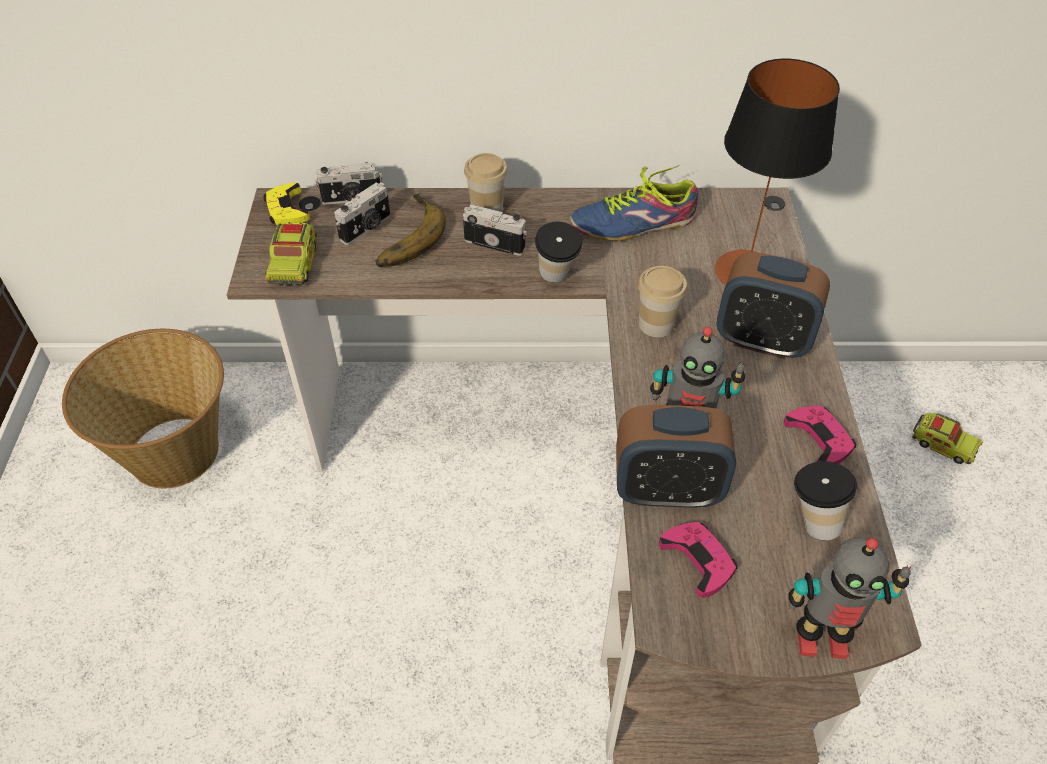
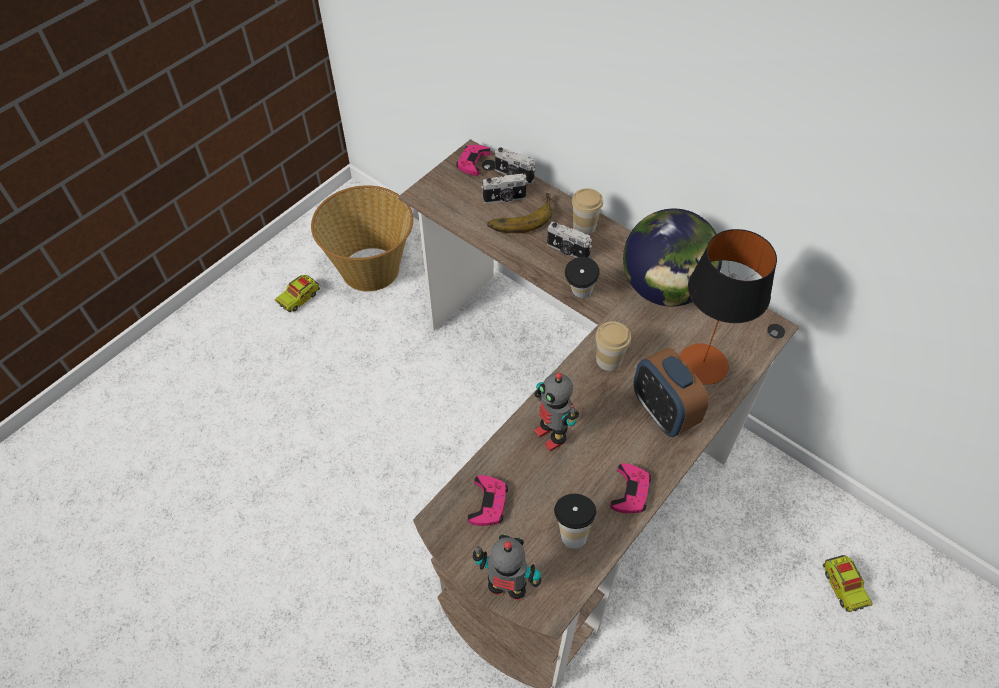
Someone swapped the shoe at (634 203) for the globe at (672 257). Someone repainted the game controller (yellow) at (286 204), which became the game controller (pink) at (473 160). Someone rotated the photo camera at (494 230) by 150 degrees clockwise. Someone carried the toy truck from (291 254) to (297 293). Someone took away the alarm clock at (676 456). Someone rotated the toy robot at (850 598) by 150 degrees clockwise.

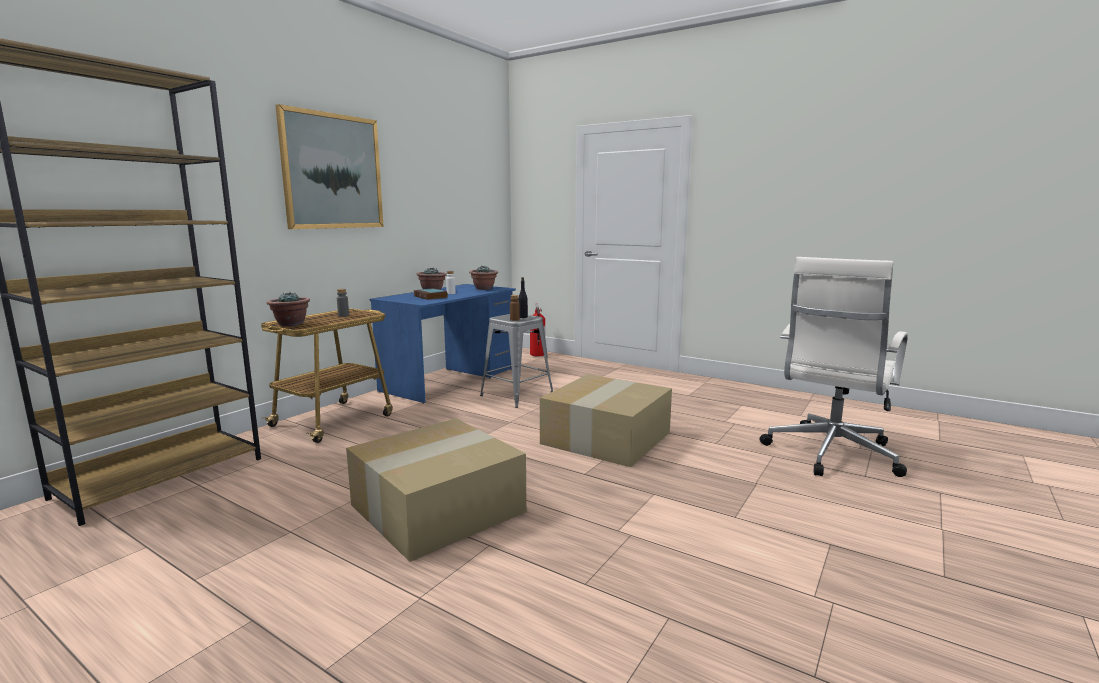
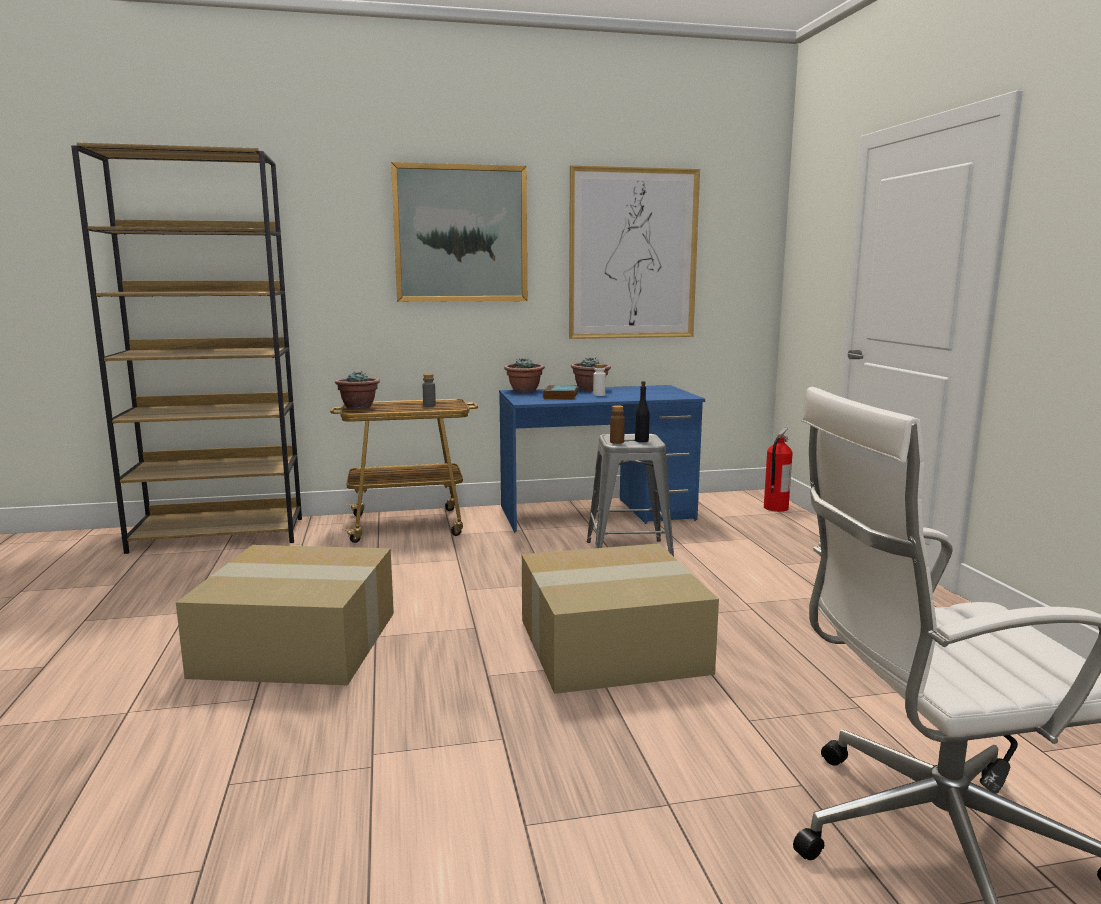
Someone carried the potted plant from (483 278) to (524 375). Someone put up the picture at (634 252).

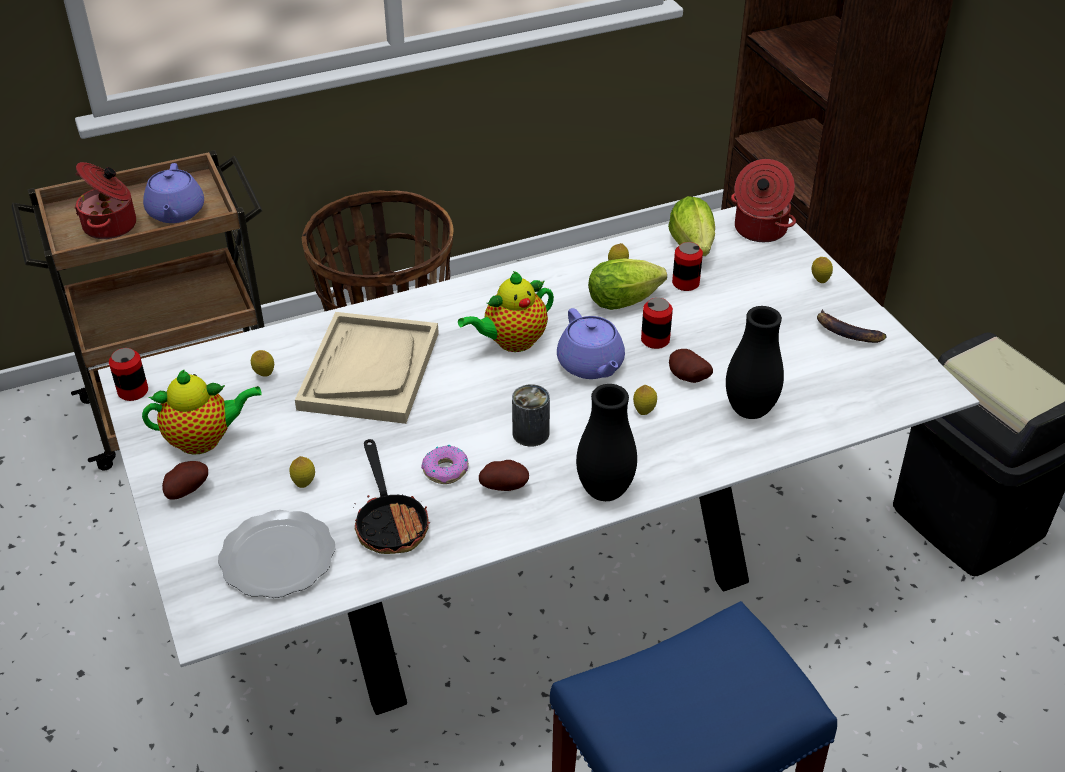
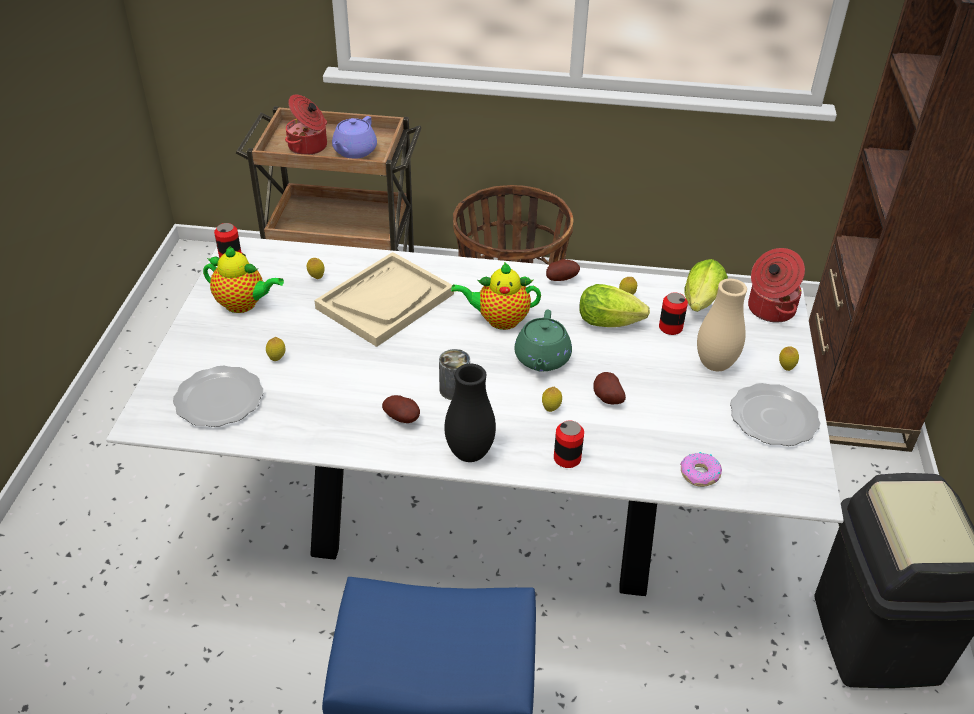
Someone carried the can from (657 323) to (569 444). Someone took away the vase (black) at (755 362). Someone repainted the teapot (purple) at (591 343), which became the teapot (green) at (543 340). Someone swapped the banana at (852 326) for the plate at (775 414). Someone took away the frying pan at (391 496). Someone carried the donut from (445 464) to (701 469). Someone carried the potato from (185 480) to (563 270). Someone put down the vase (beige) at (722 325).

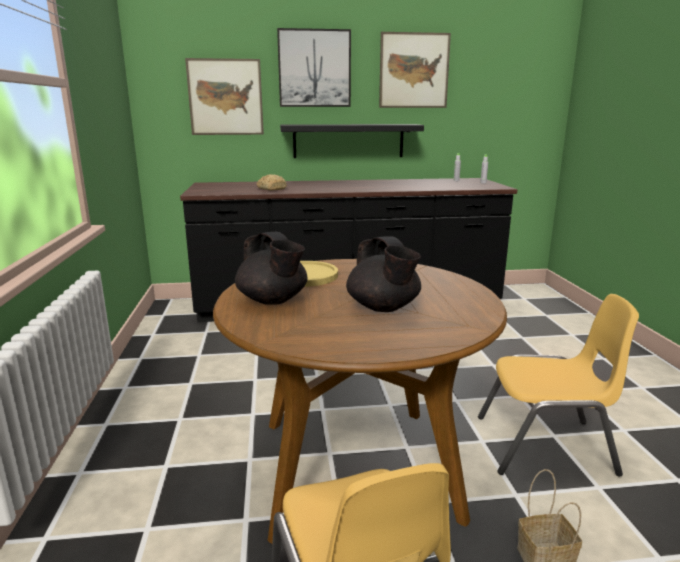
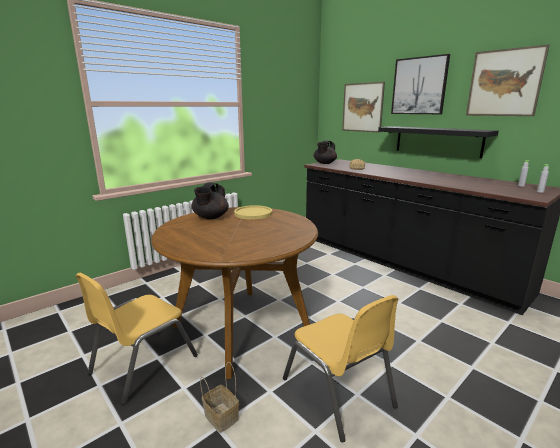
Someone carried the teapot (black) from (383 274) to (325 152).

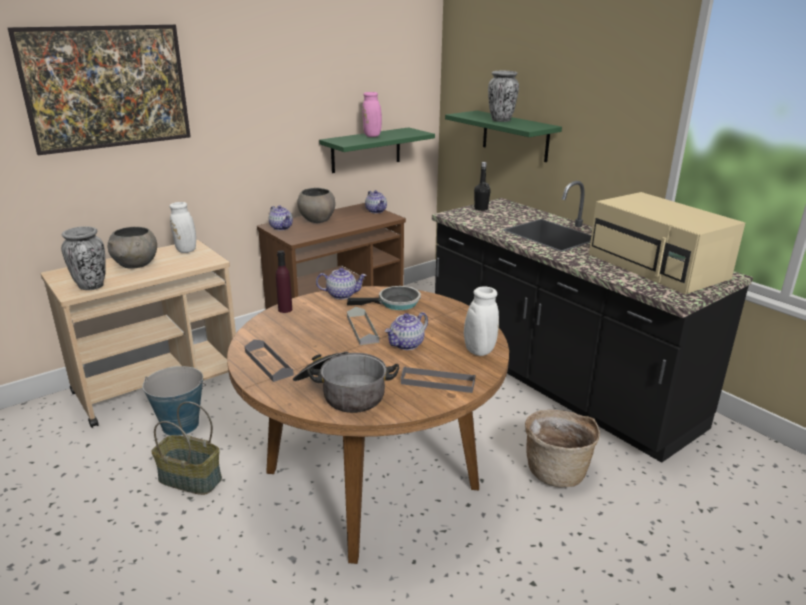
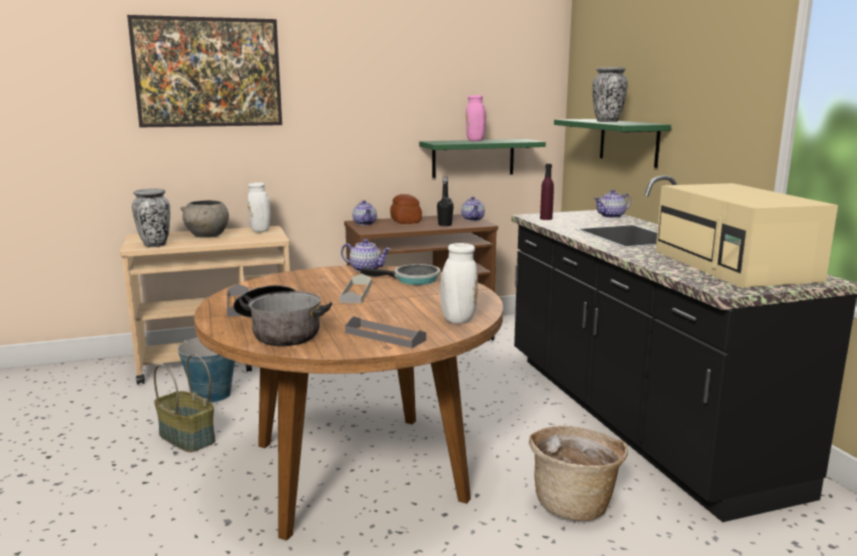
Someone carried the bottle (black) from (482 186) to (445 201). Someone swapped the bowl (grey) at (316 205) for the bread at (406 209). Someone carried the bottle (purple) from (284 281) to (547 191). Someone carried the teapot from (406 331) to (612 204).

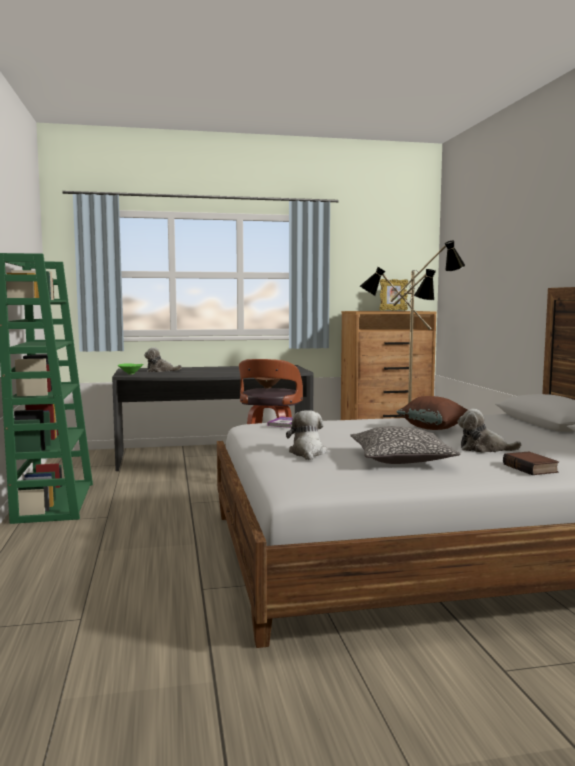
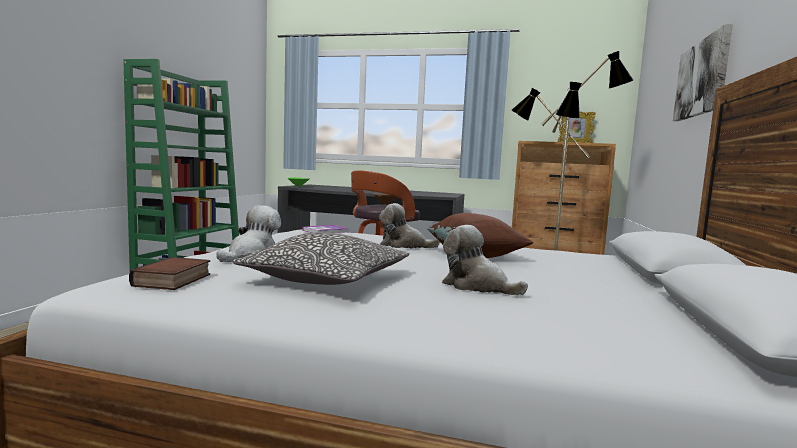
Someone carried the plush toy from (163 359) to (409 225). Someone carried the book from (531 463) to (169 273). Someone put up the picture at (703 72).

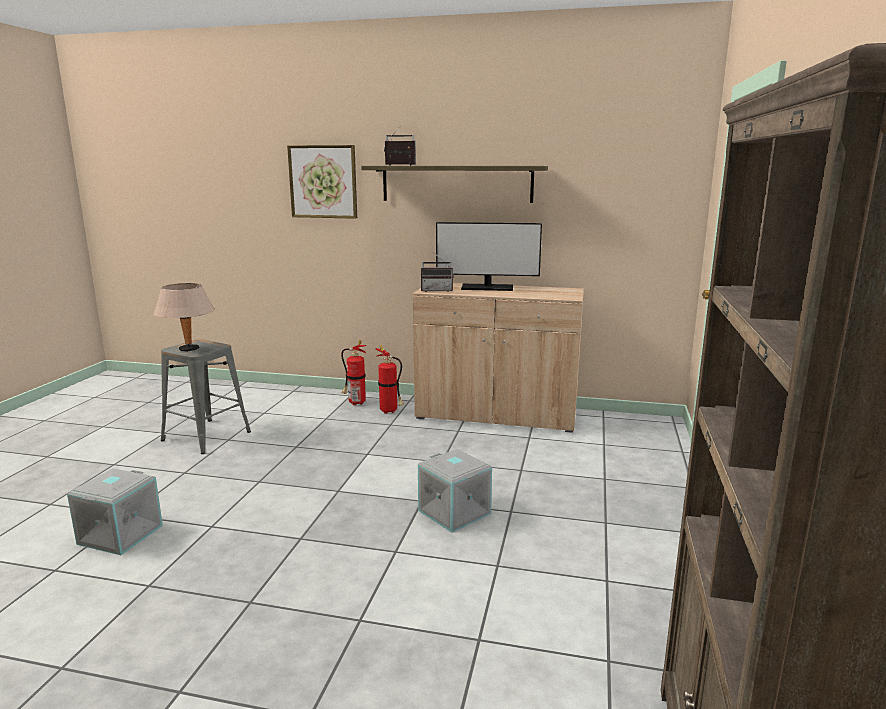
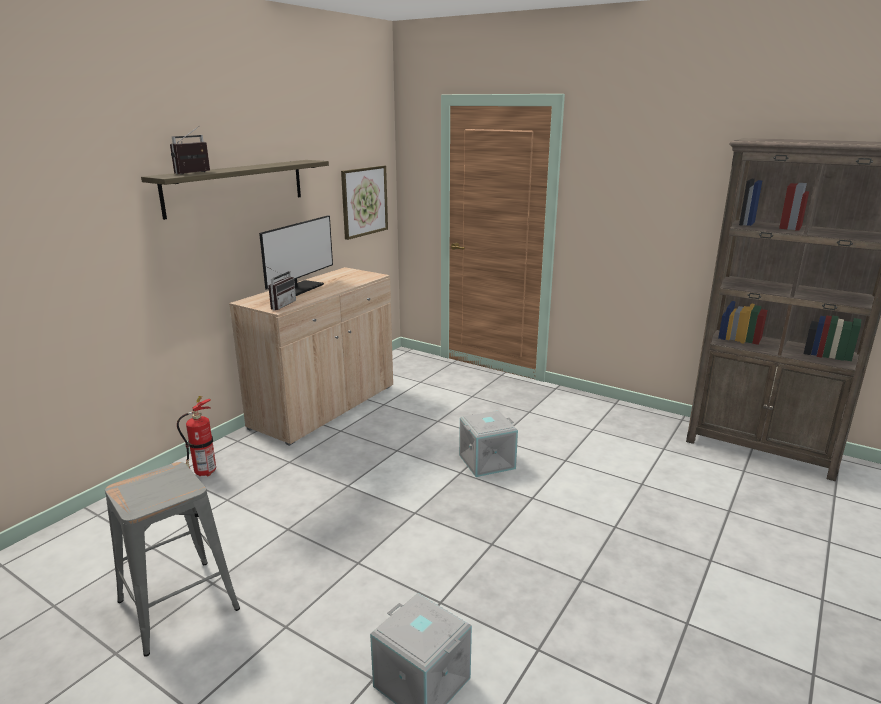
Someone carried the picture from (322 182) to (364 202). Someone took away the table lamp (beige) at (184 317). Someone took away the fire extinguisher at (389 379).

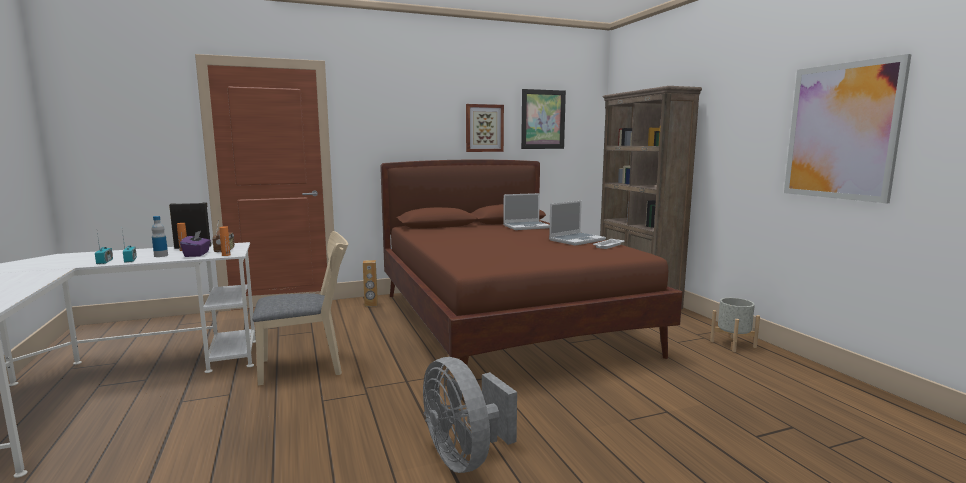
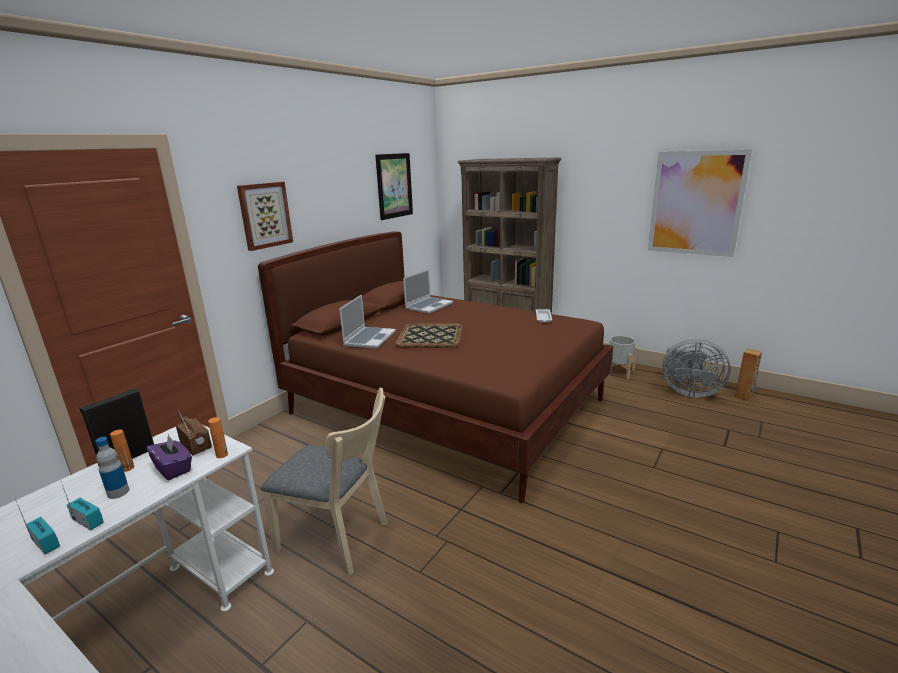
Someone carried the picture from (485 128) to (265 216). Someone carried the laptop from (577 223) to (367 322). Someone rotated the chair (beige) at (300 308) by 75 degrees clockwise. Someone carried the speaker (brown) from (370 283) to (748 375). Someone carried the fan (grey) from (470 415) to (696 368). Someone put down the tray at (429 336).

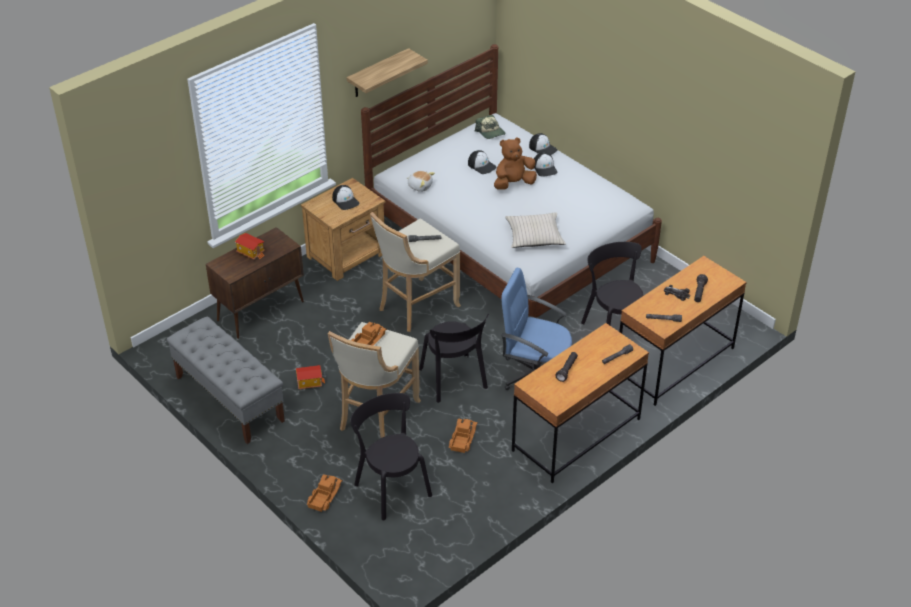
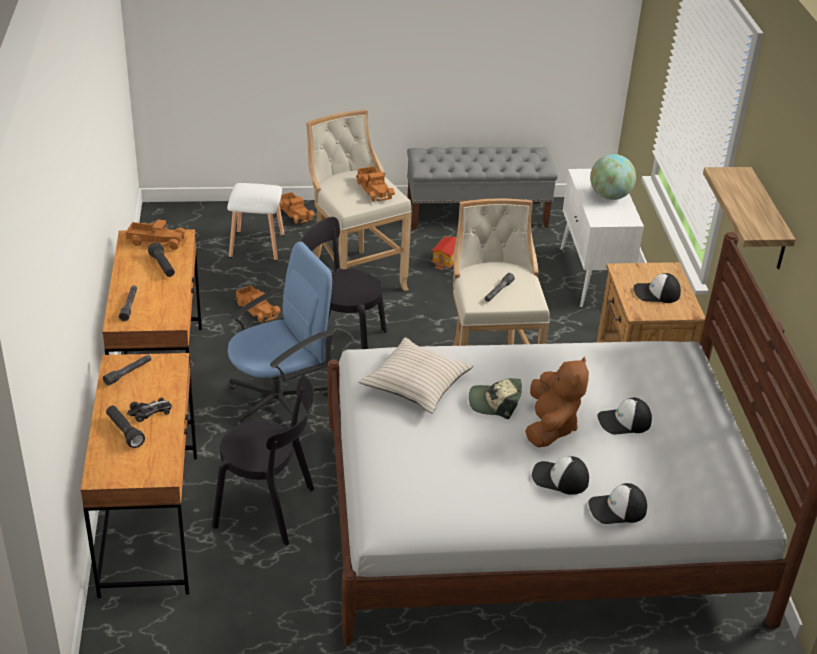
Someone carried the cap from (490 127) to (495 398). Someone took away the plush toy at (421 181). Someone repainted the cabinet (brown) at (255 283), which became the cabinet (white) at (602 238). Someone swapped the toy house at (250 246) for the globe at (613 177). Someone swapped the chair (black) at (391 456) for the stool (white) at (255 222). Someone put down the toy truck at (156 234).

